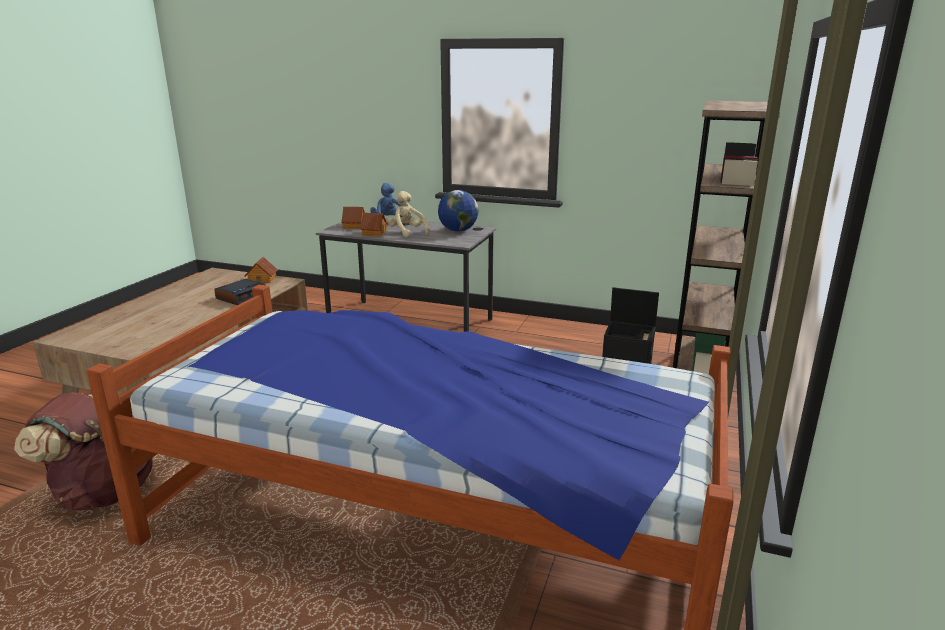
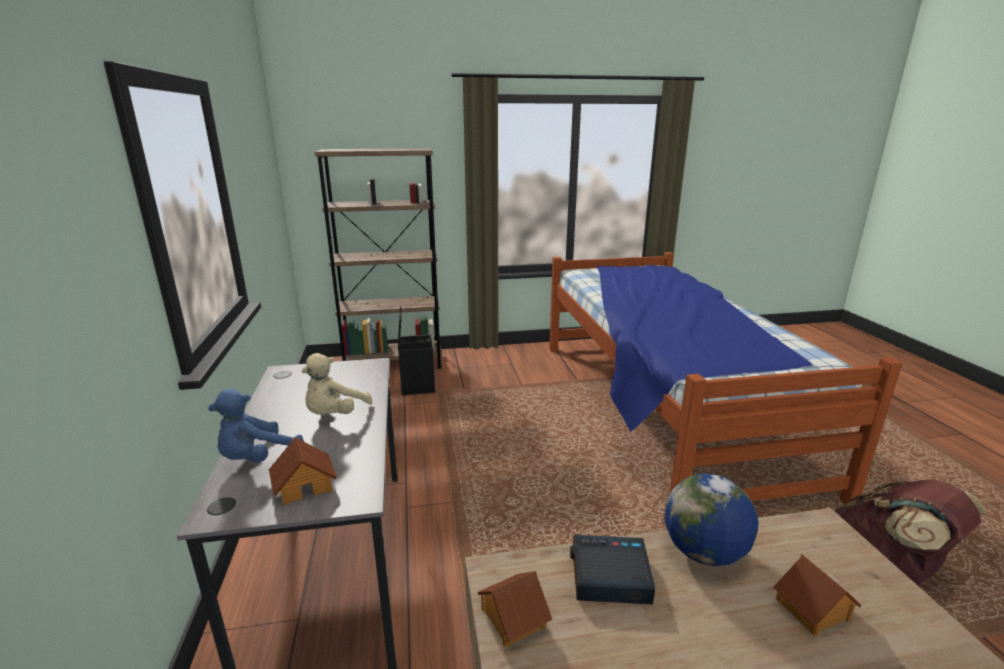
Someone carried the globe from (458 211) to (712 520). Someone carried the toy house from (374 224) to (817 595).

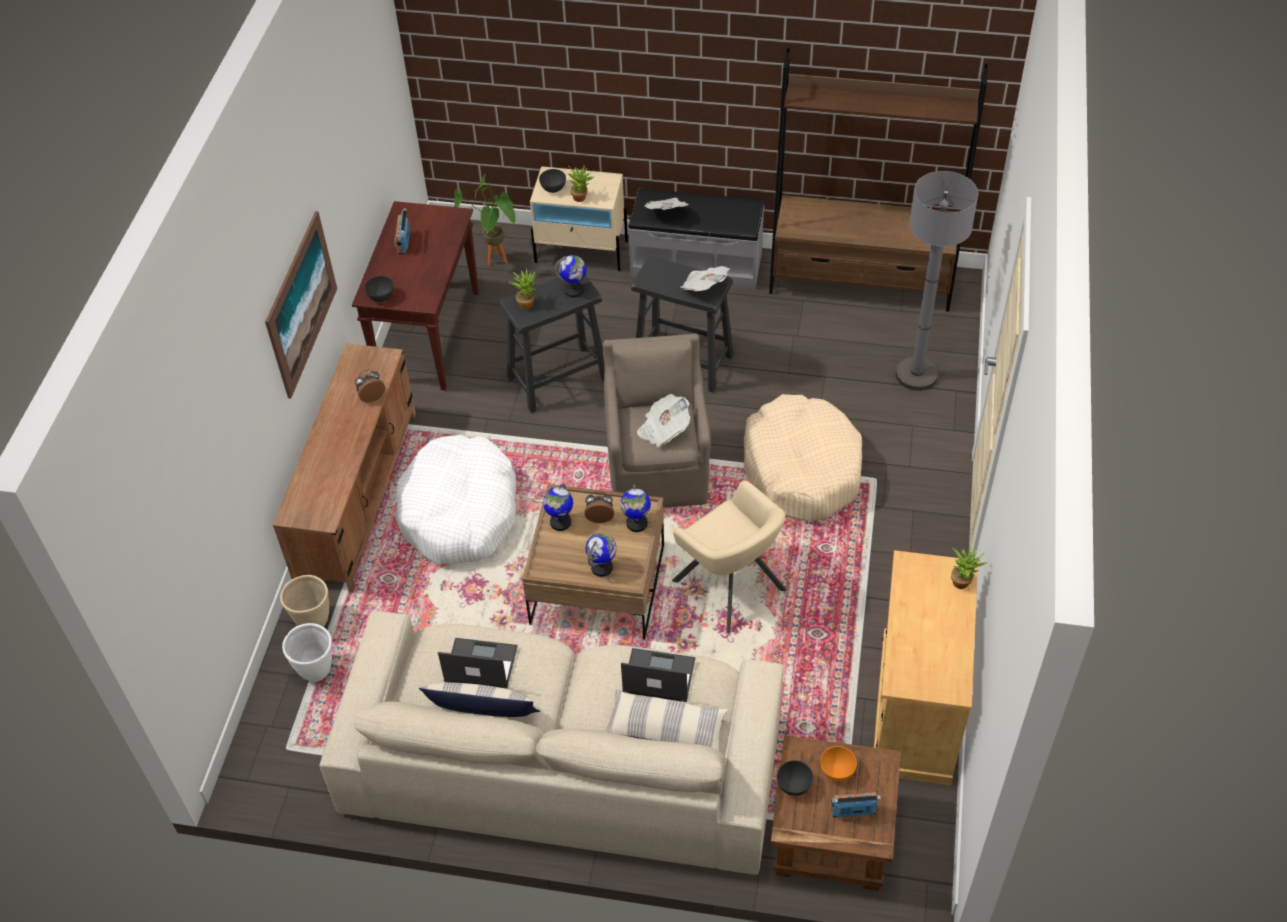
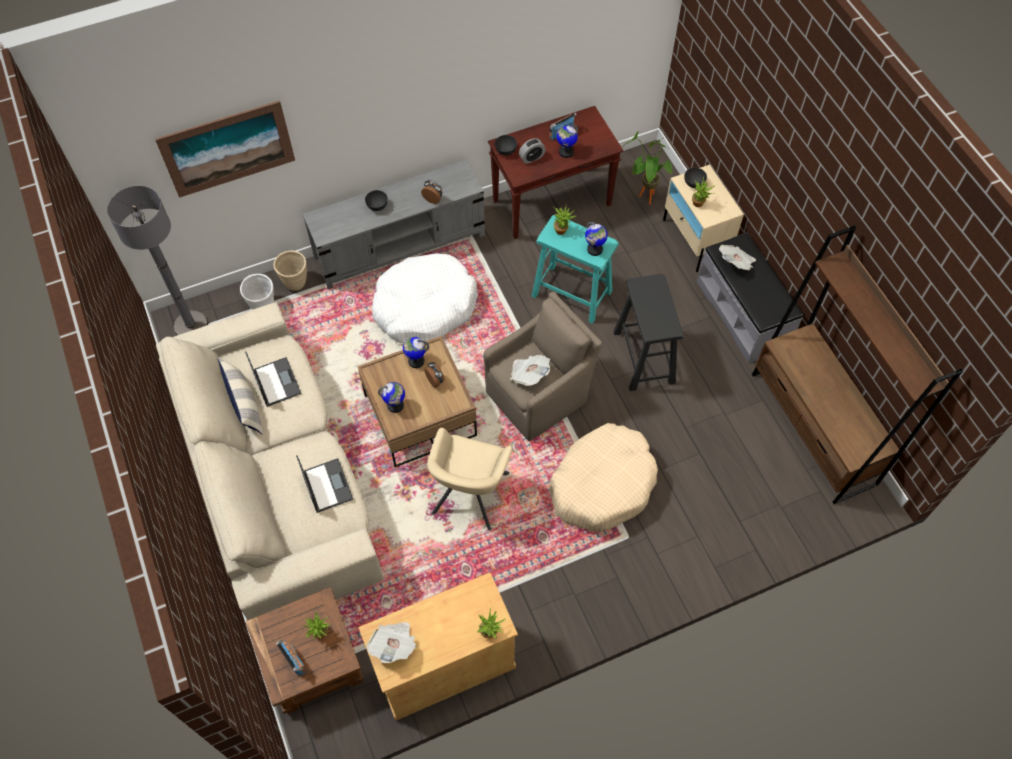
Someone carried the floor lamp (grey) from (937 281) to (157 260). Someone carried the picture from (301 305) to (225 149). Someone carried the newspaper from (705 278) to (391 642). Someone repainted the stool (black) at (551 344), which became the stool (turquoise) at (575 269). Someone repainted the tv stand (brown) at (344 468), which became the tv stand (grey) at (394 224). Someone carried the globe from (635 508) to (567 141). Someone took away the pillow at (666 720). Someone swapped the bowl (orange) at (838 763) for the potted plant at (316 625). Someone carried the bowl (grey) from (795 778) to (376 200). Someone put down the alarm clock at (532 151).

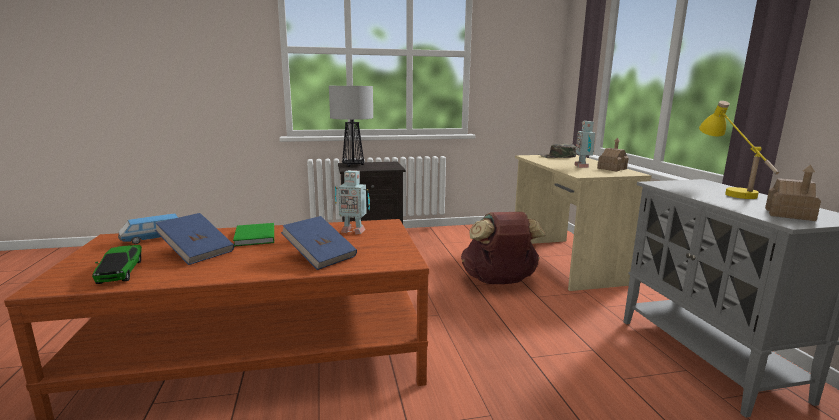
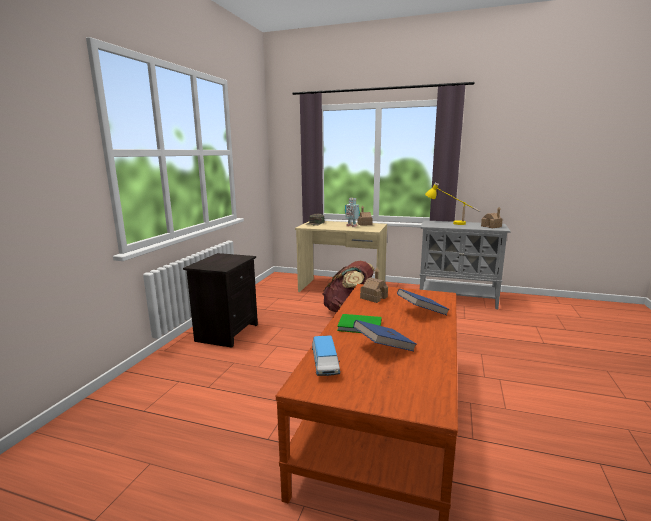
Someone took away the table lamp at (351 126). Someone swapped the toy robot at (352 202) for the toy house at (374 285). Someone took away the toy car at (117 264).

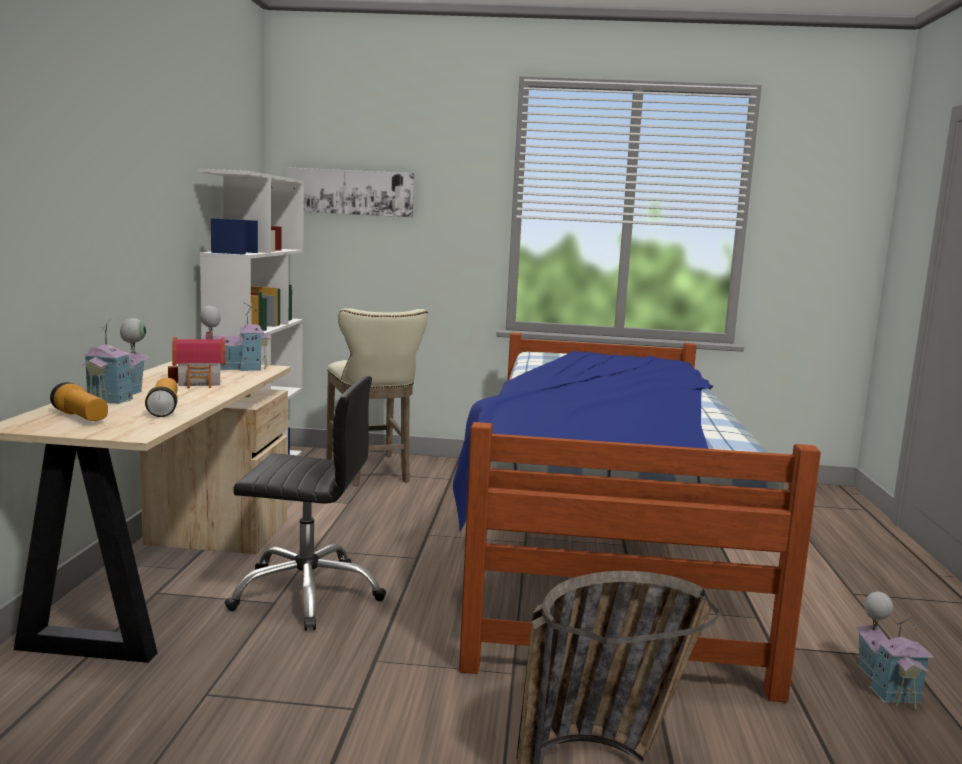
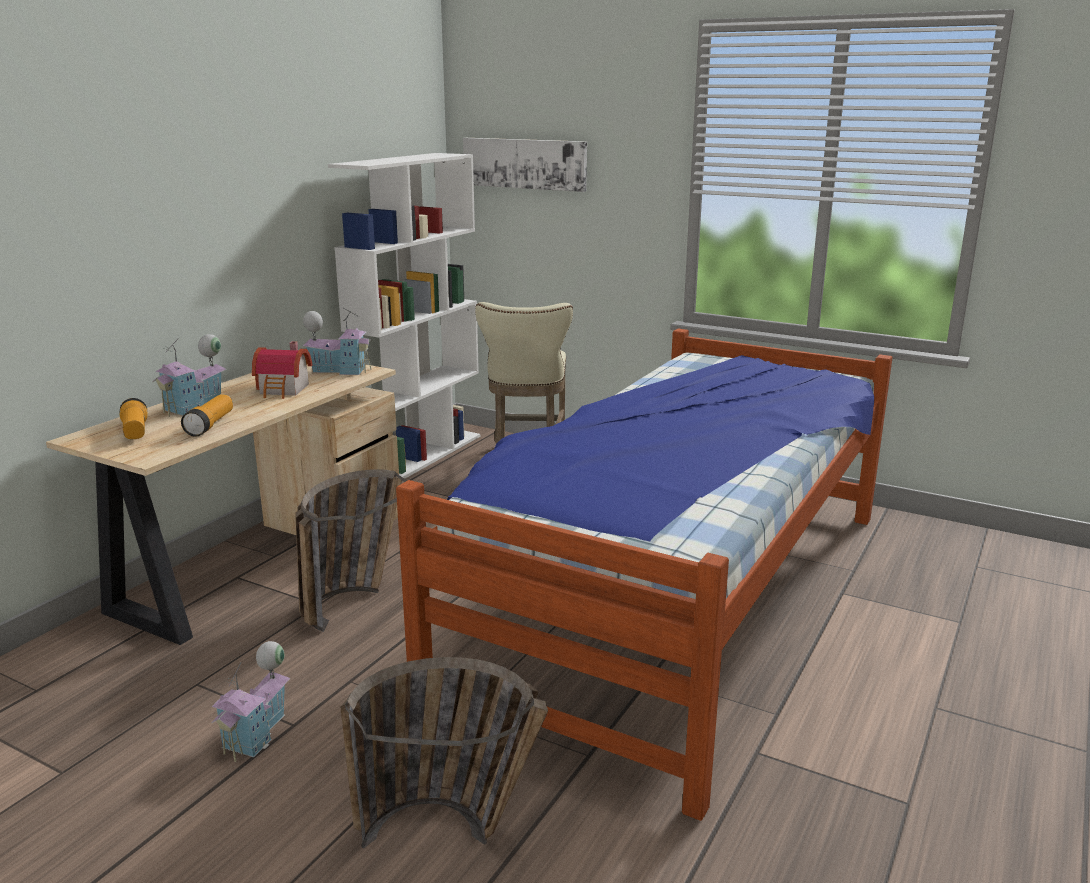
Someone swapped the office chair (black) at (305 503) for the basket at (351 550). Someone carried the toy house from (895 650) to (250 701).

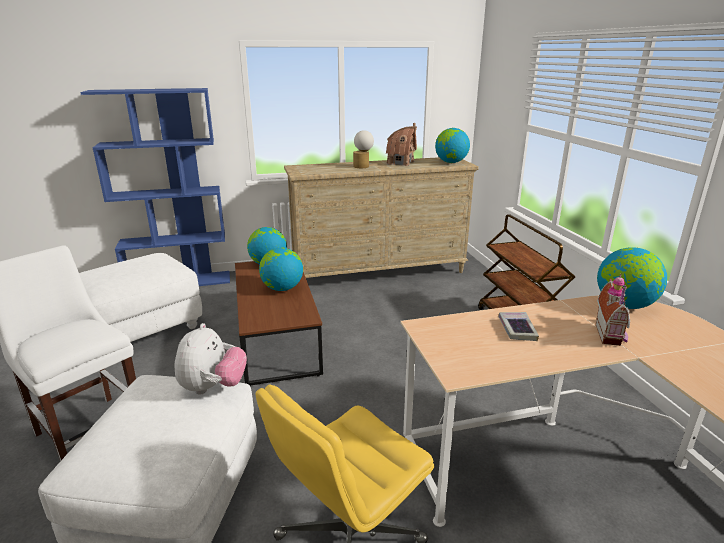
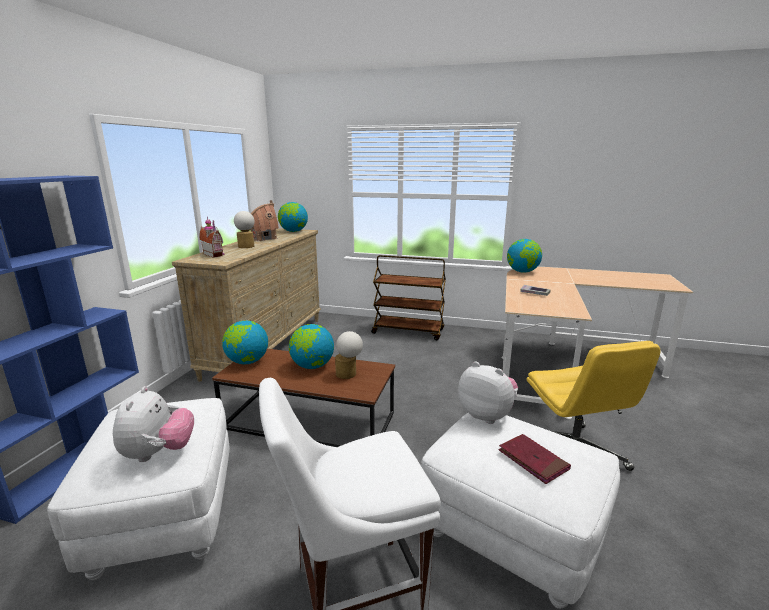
Someone carried the toy house from (613 310) to (211 237). Someone put down the table lamp at (349 355). Someone put down the plush toy at (153 424). Someone put down the book (red) at (534 459).

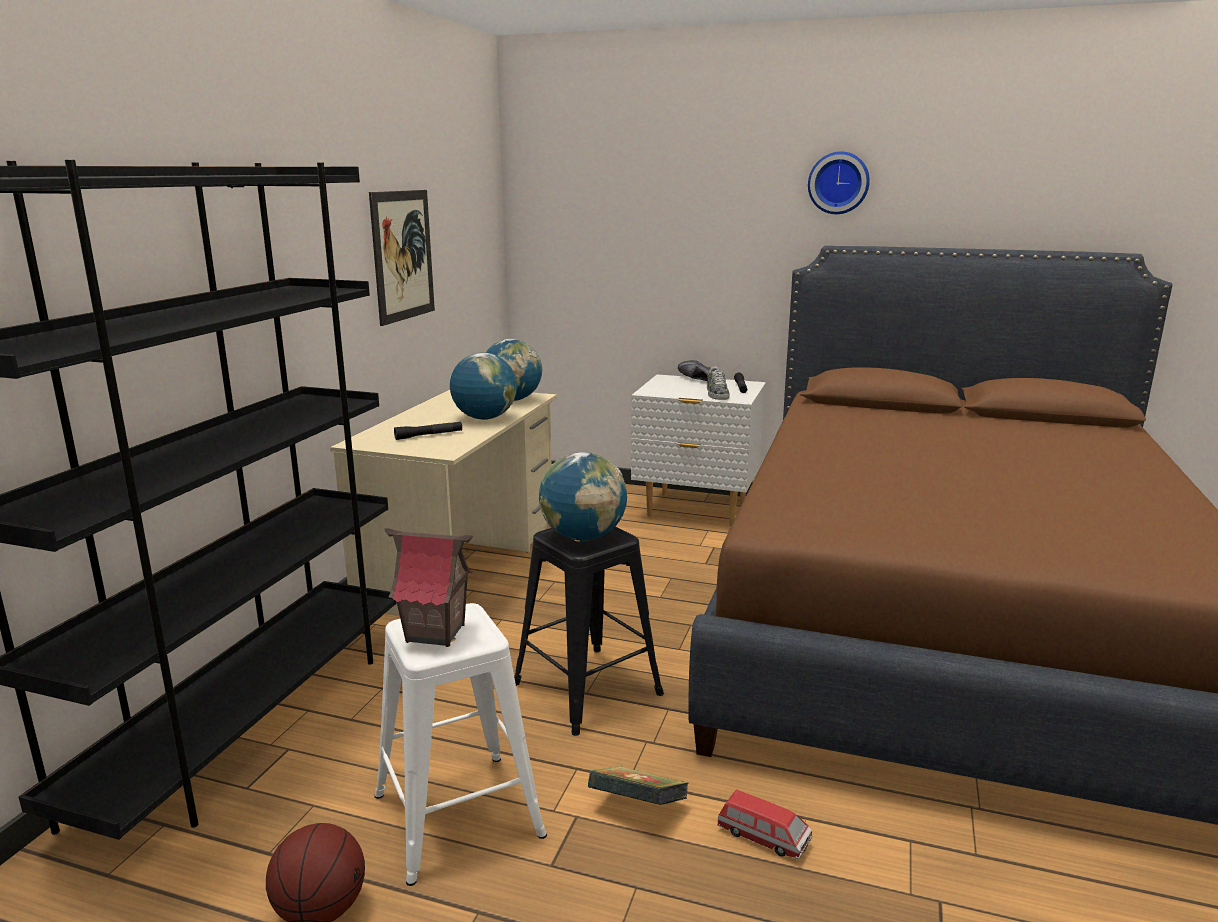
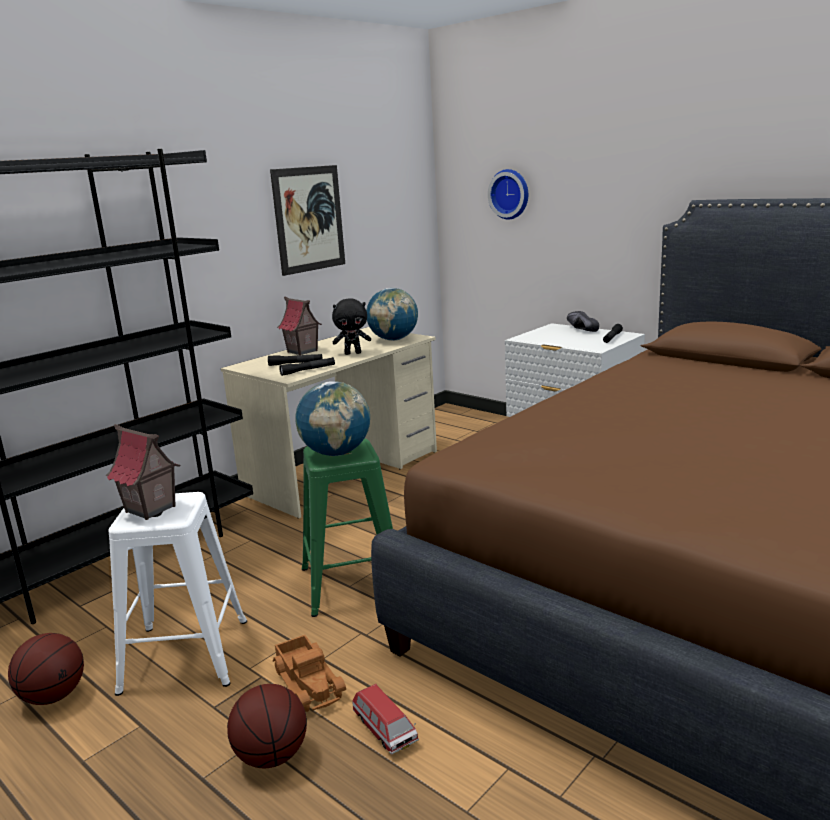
Someone carried the wall clock from (839 182) to (508 194). Someone swapped the globe at (483 386) for the plush toy (black) at (351 327). Someone took away the shoe at (718 383). Someone repainted the stool (black) at (589 631), which became the stool (green) at (347 527). Someone swapped the book at (638 785) for the toy truck at (309 673). Someone put down the toy house at (300 326). Someone put down the flashlight (black) at (307 366). Someone put down the basketball at (267 726).

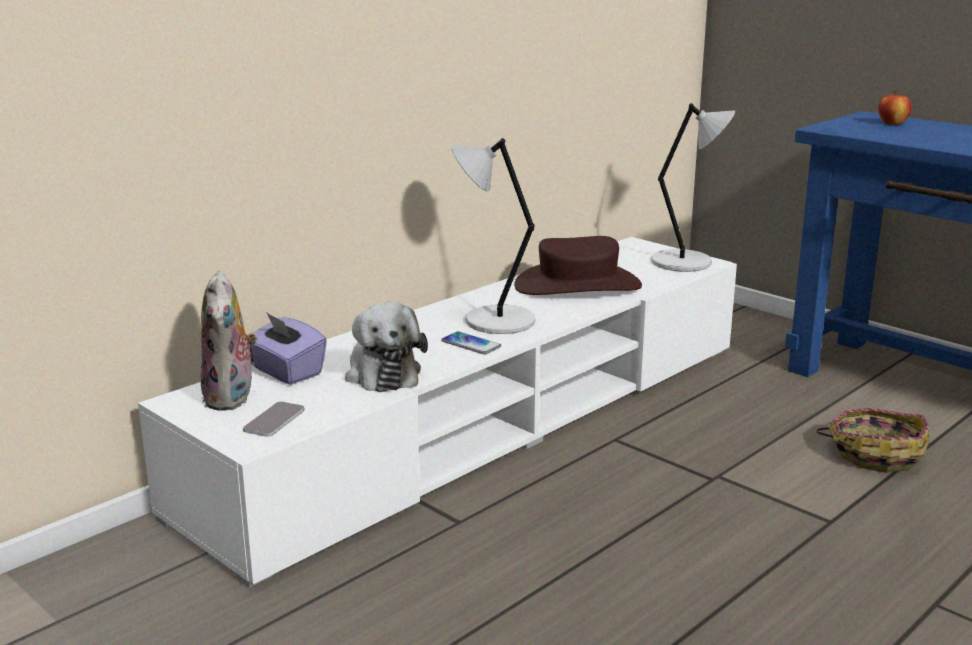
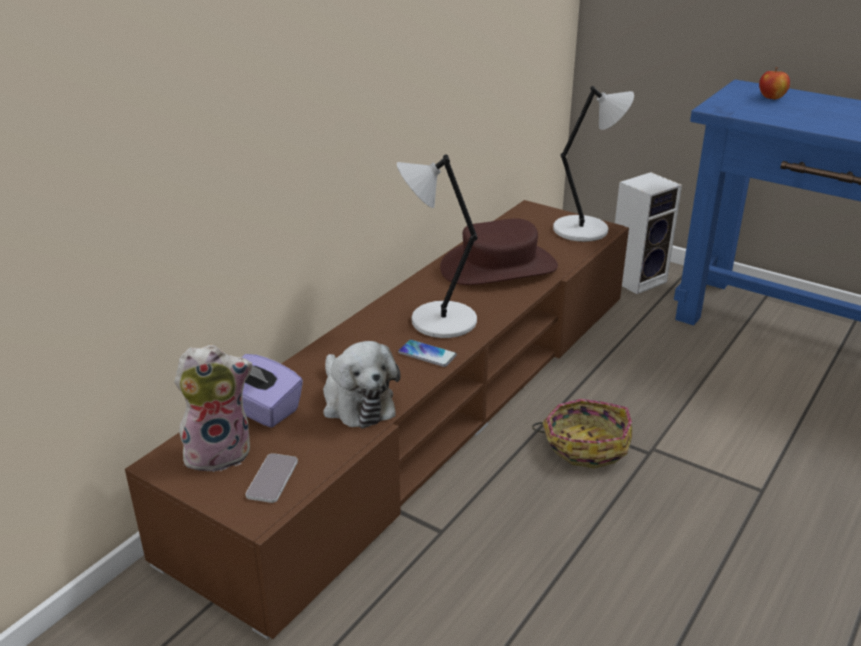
Someone repainted the tv stand (white) at (437 412), which became the tv stand (brown) at (377 420). Someone rotated the plush toy at (229 341) by 90 degrees counterclockwise. Someone carried the basket from (872 440) to (582 434). Someone put down the speaker at (648 233).

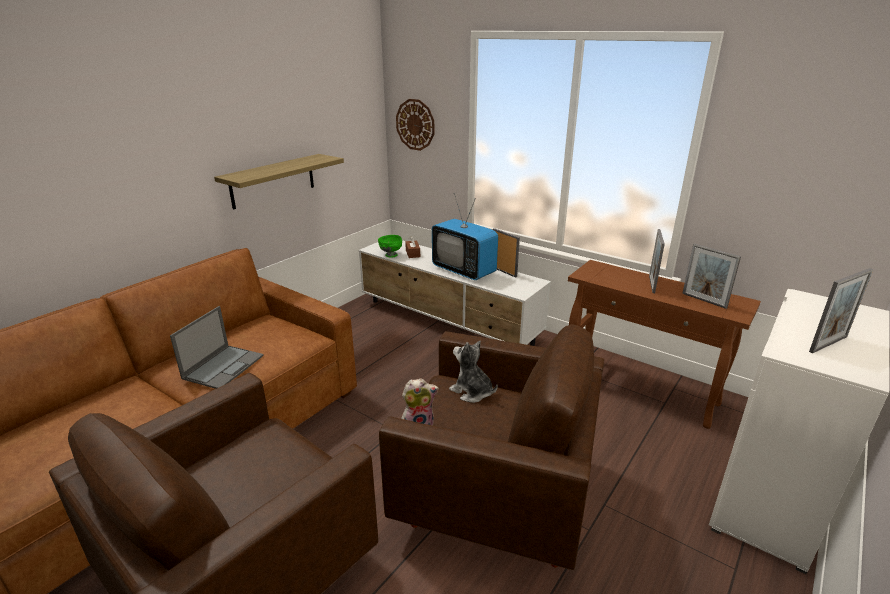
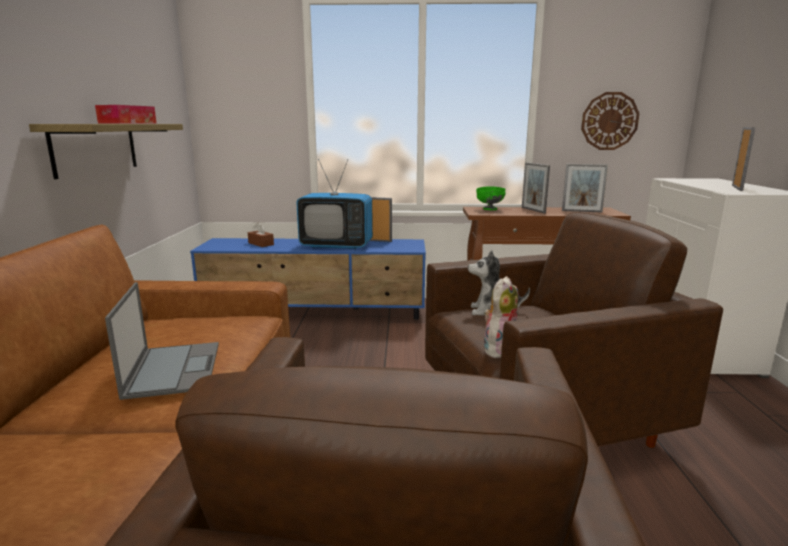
Someone carried the wall clock from (415 125) to (610 121). Someone carried the bowl (green) from (390 246) to (490 198). Someone repainted the tv stand (white) at (455 293), which became the tv stand (blue) at (308 279). Someone put down the tissue box at (126 114).

